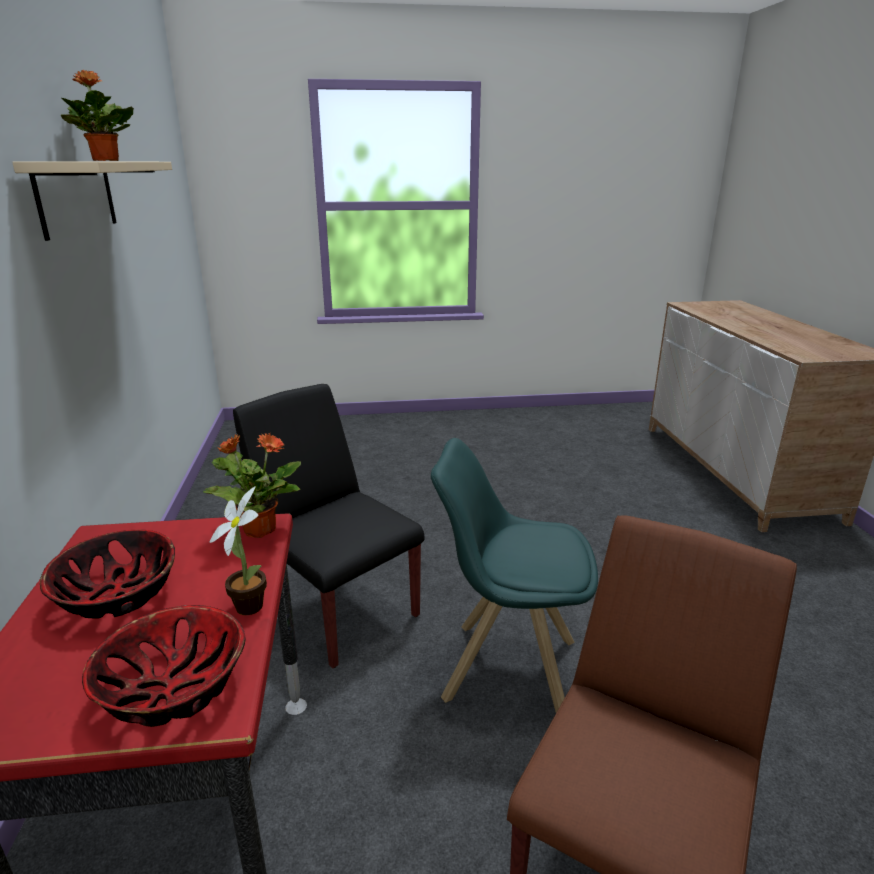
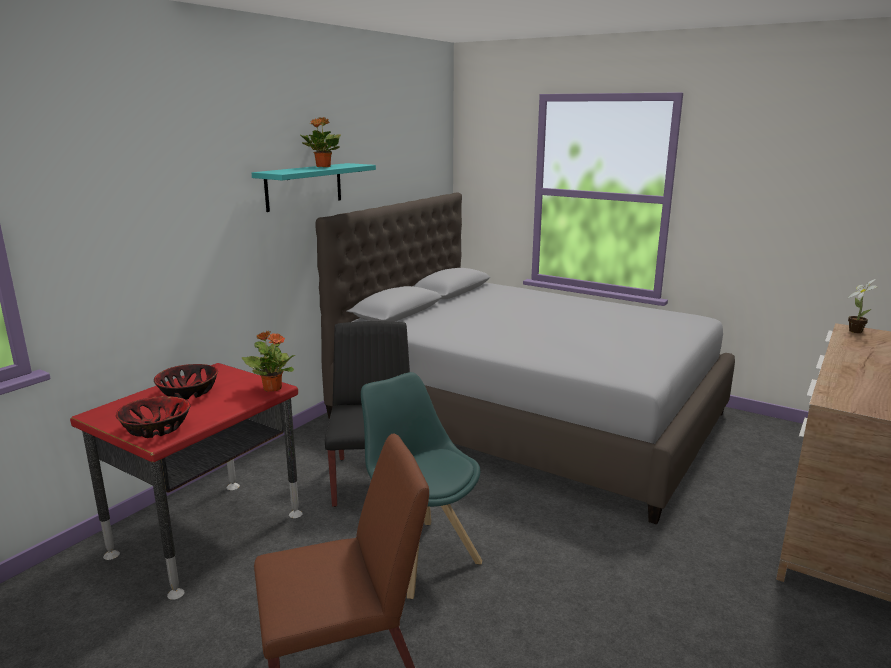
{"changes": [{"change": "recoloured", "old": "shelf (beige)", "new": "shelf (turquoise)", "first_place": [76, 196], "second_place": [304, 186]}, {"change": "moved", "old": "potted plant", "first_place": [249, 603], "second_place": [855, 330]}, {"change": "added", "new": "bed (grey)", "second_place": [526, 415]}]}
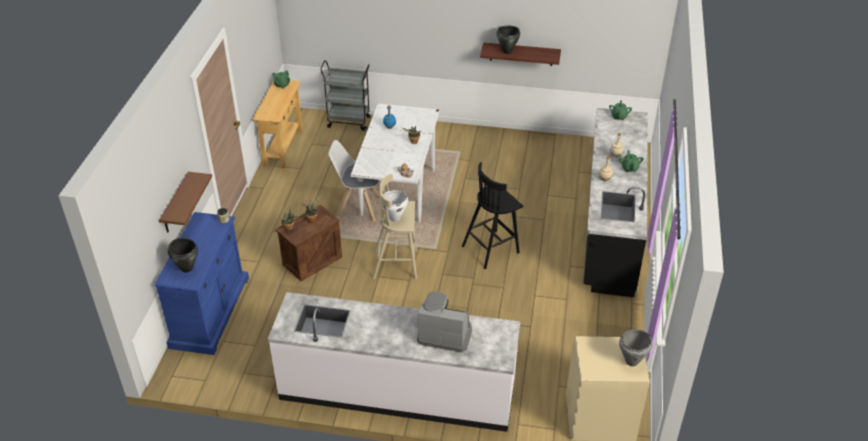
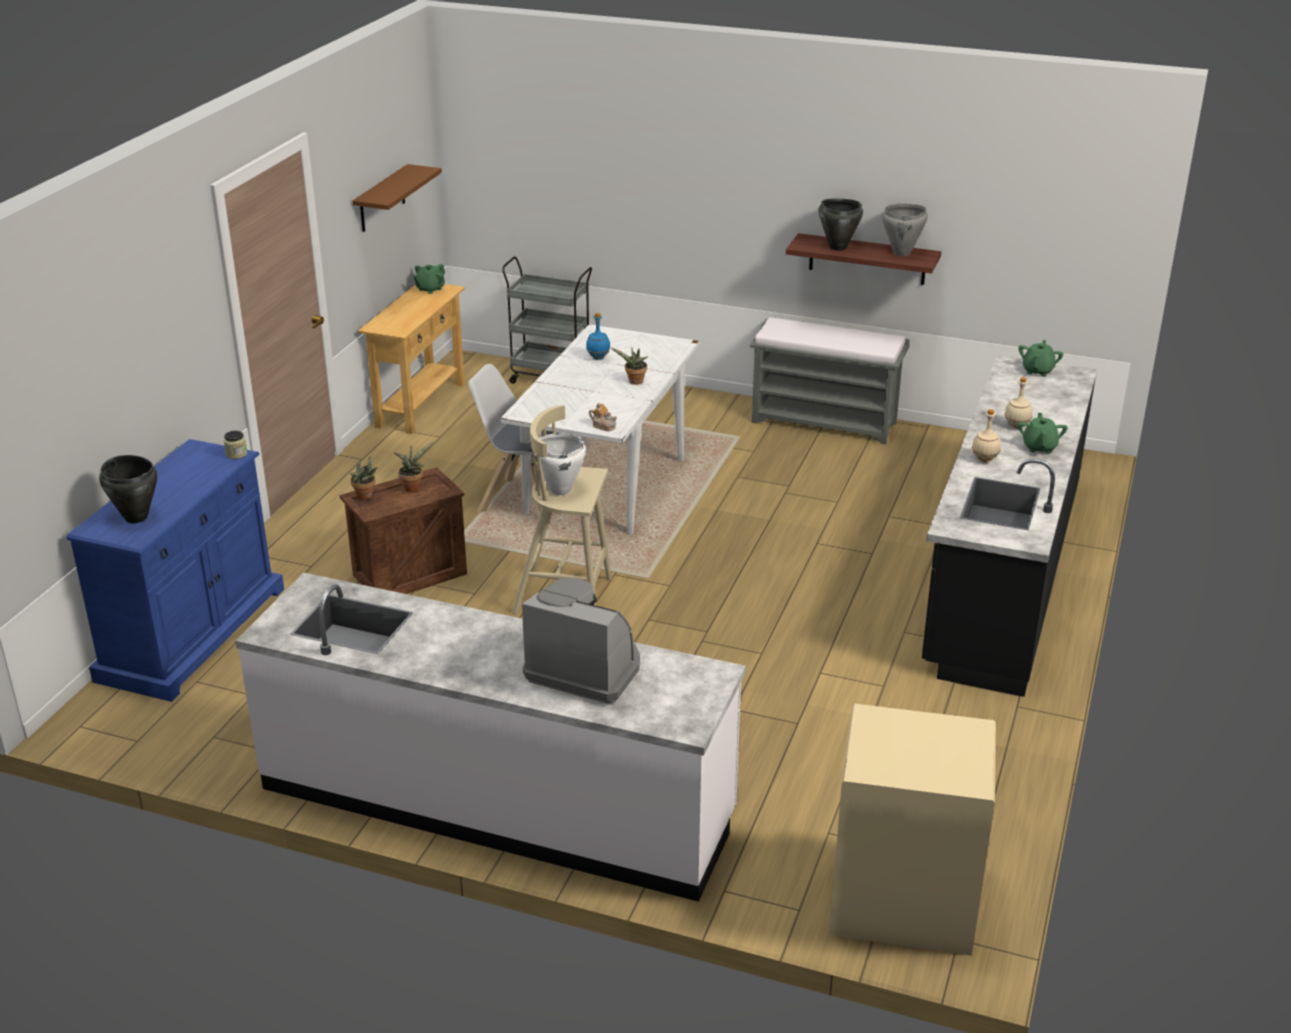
{"changes": [{"change": "moved", "old": "shelf (brown)", "first_place": [175, 204], "second_place": [382, 199]}, {"change": "removed", "old": "stool (black)", "first_place": [492, 248]}, {"change": "moved", "old": "cooking pot (grey)", "first_place": [632, 361], "second_place": [902, 253]}, {"change": "added", "new": "bench (grey)", "second_place": [825, 422]}]}
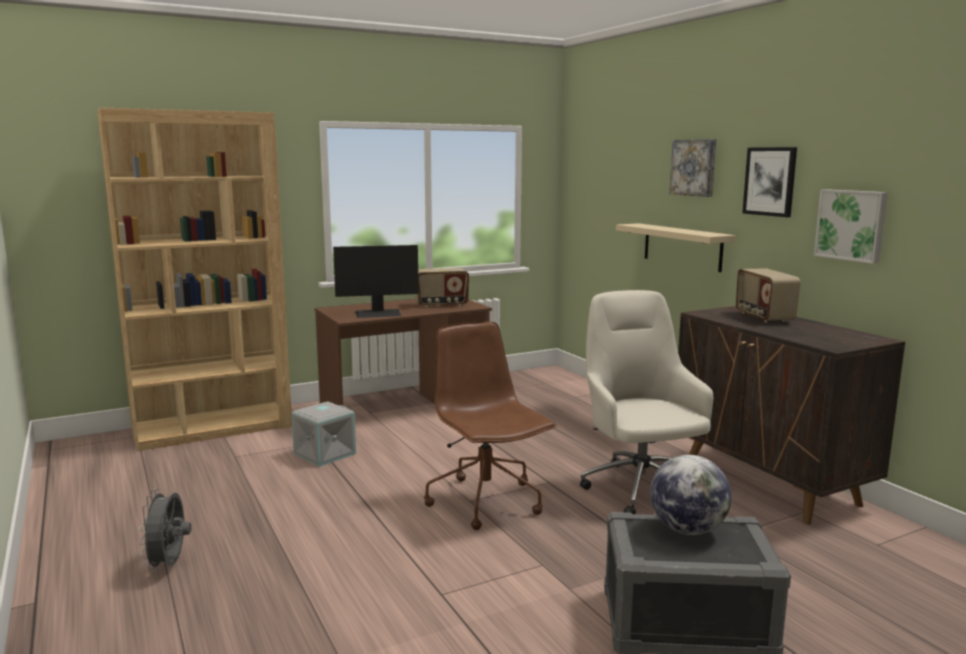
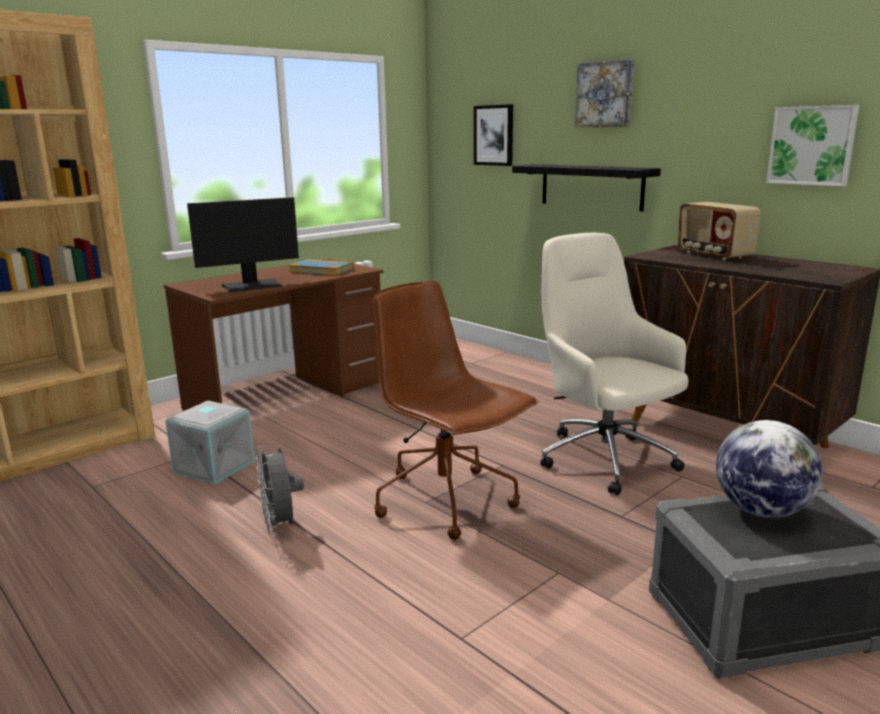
{"changes": [{"change": "moved", "old": "fan (grey)", "first_place": [169, 565], "second_place": [281, 526]}, {"change": "replaced", "old": "radio", "new": "book", "first_place": [441, 305], "second_place": [321, 270]}, {"change": "recoloured", "old": "shelf (beige)", "new": "shelf (black)", "first_place": [682, 246], "second_place": [591, 186]}, {"change": "moved", "old": "picture", "first_place": [770, 181], "second_place": [494, 135]}]}
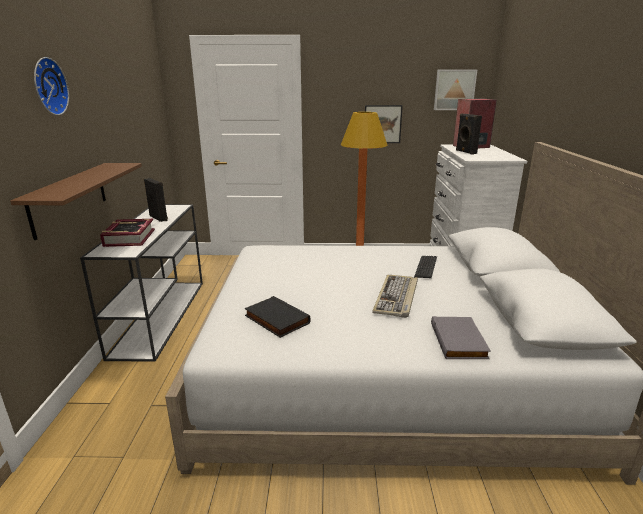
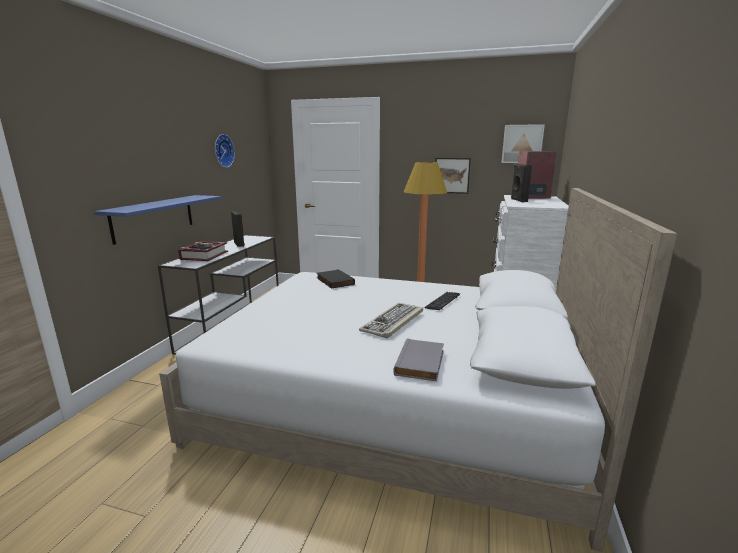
{"changes": [{"change": "recoloured", "old": "shelf (brown)", "new": "shelf (blue)", "first_place": [69, 198], "second_place": [154, 217]}, {"change": "moved", "old": "wall clock", "first_place": [47, 86], "second_place": [222, 151]}, {"change": "moved", "old": "book (black)", "first_place": [275, 320], "second_place": [334, 281]}]}
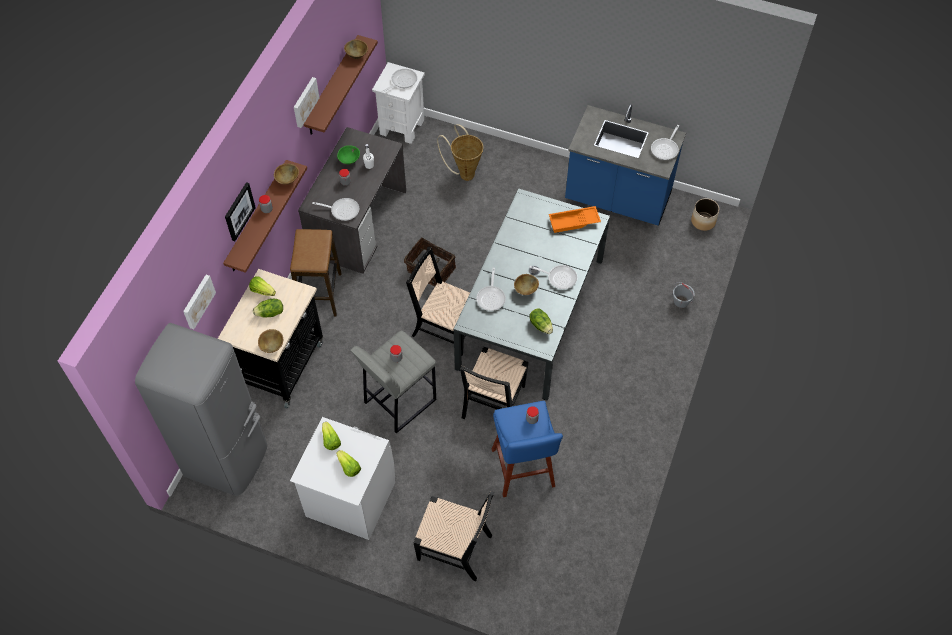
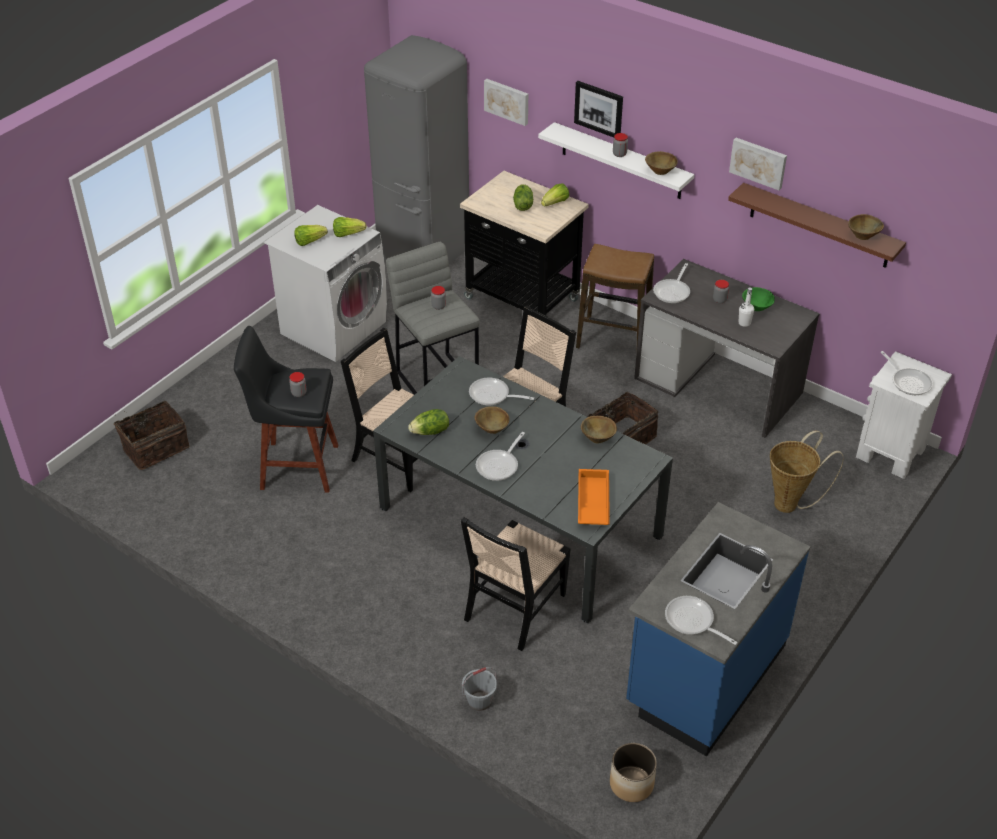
{"changes": [{"change": "recoloured", "old": "shelf (brown)", "new": "shelf (white)", "first_place": [257, 218], "second_place": [621, 161]}, {"change": "moved", "old": "bowl (brown)", "first_place": [272, 346], "second_place": [598, 438]}, {"change": "moved", "old": "chair", "first_place": [455, 548], "second_place": [515, 608]}, {"change": "recoloured", "old": "stool (blue)", "new": "stool (black)", "first_place": [523, 469], "second_place": [297, 466]}, {"change": "added", "new": "basket", "second_place": [155, 447]}]}
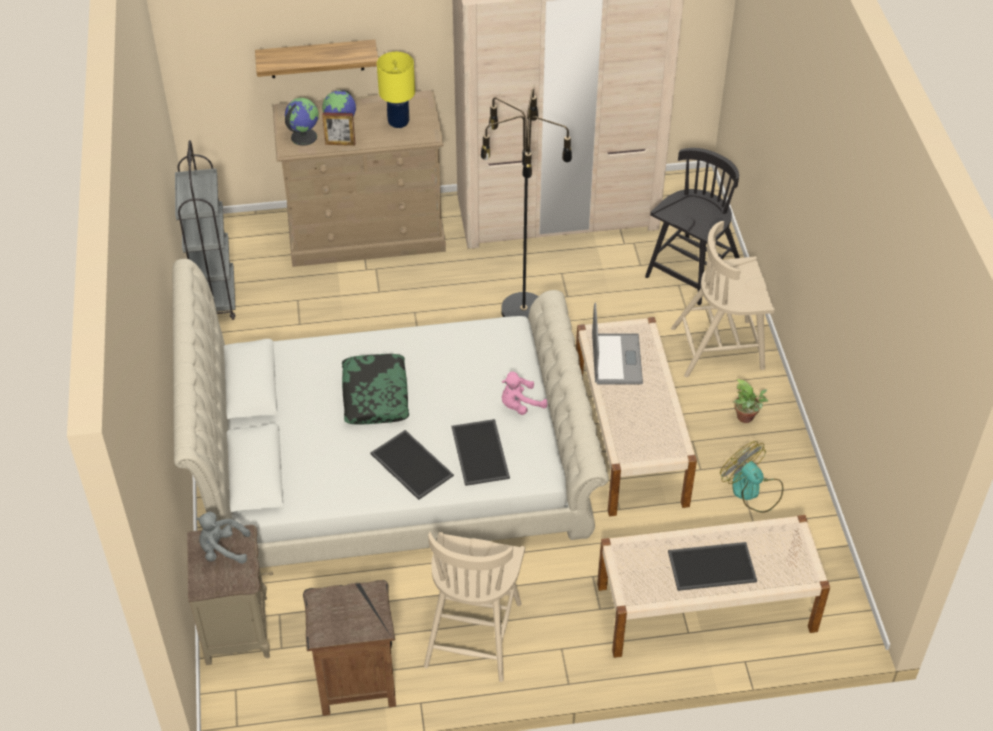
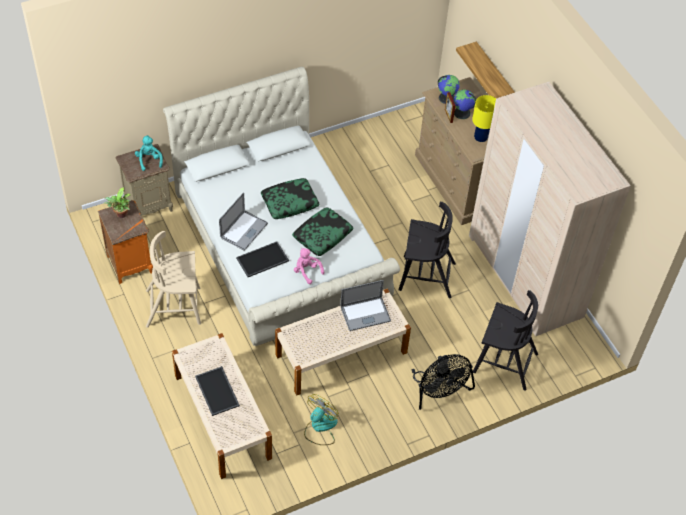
{"changes": [{"change": "removed", "old": "cart (grey)", "first_place": [216, 299]}, {"change": "recoloured", "old": "plush toy (grey)", "new": "plush toy (turquoise)", "first_place": [222, 549], "second_place": [149, 160]}, {"change": "recoloured", "old": "nightstand (black)", "new": "nightstand (orange)", "first_place": [356, 681], "second_place": [130, 263]}, {"change": "replaced", "old": "tray", "new": "laptop", "first_place": [410, 465], "second_place": [244, 230]}, {"change": "replaced", "old": "floor lamp", "new": "chair (black)", "first_place": [522, 311], "second_place": [425, 276]}, {"change": "replaced", "old": "chair (beige)", "new": "fan (black)", "first_place": [719, 348], "second_place": [437, 390]}, {"change": "moved", "old": "potted plant", "first_place": [747, 418], "second_place": [121, 215]}, {"change": "added", "new": "pillow", "second_place": [322, 235]}]}
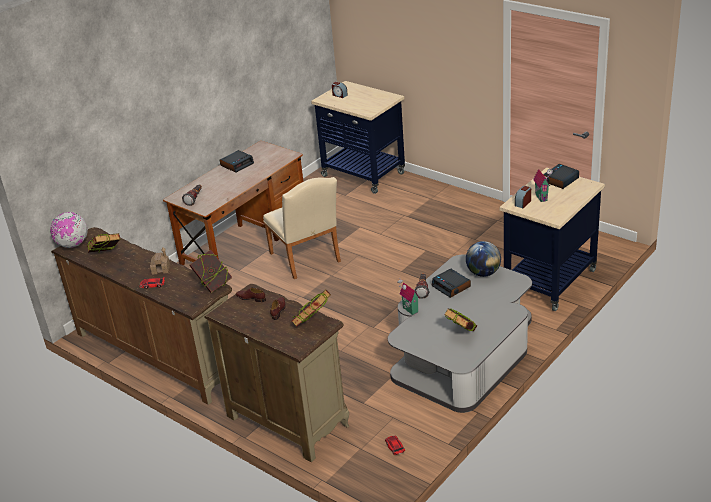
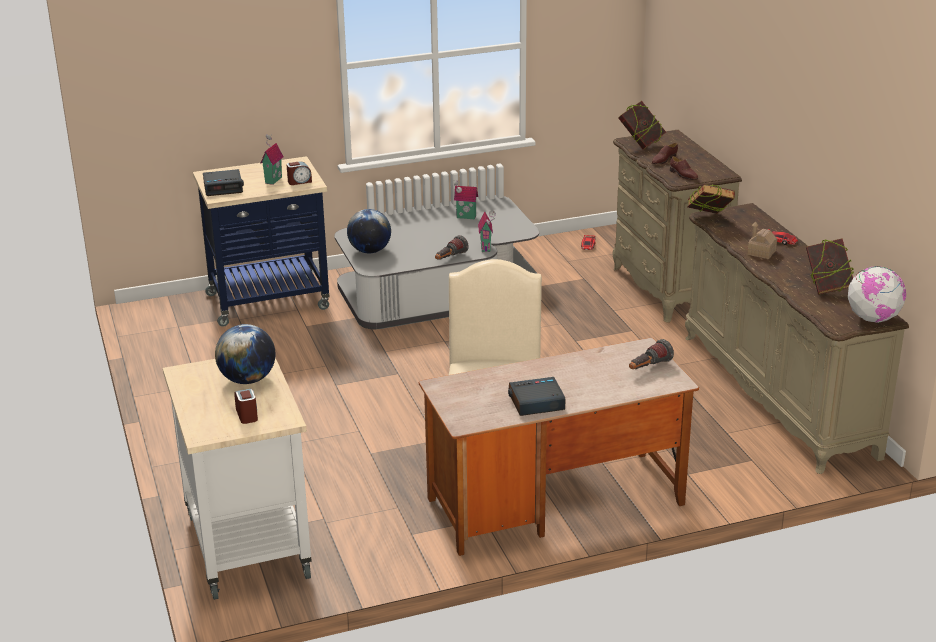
{"changes": [{"change": "recoloured", "old": "cart (blue)", "new": "cart (white)", "first_place": [364, 175], "second_place": [246, 545]}, {"change": "removed", "old": "alarm clock", "first_place": [451, 286]}, {"change": "replaced", "old": "book", "new": "toy house", "first_place": [461, 333], "second_place": [465, 217]}, {"change": "added", "new": "globe", "second_place": [247, 380]}]}
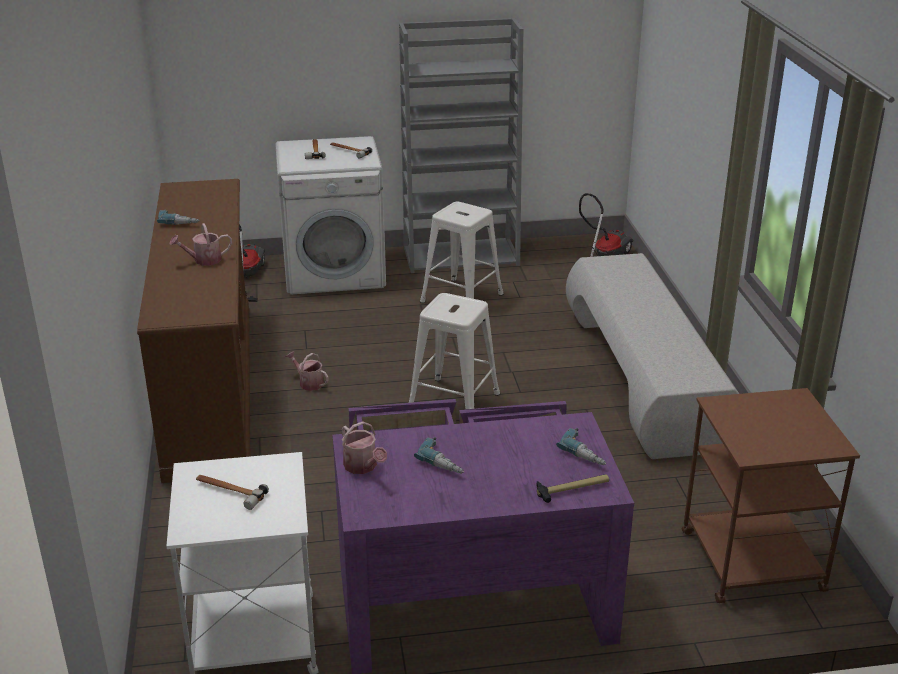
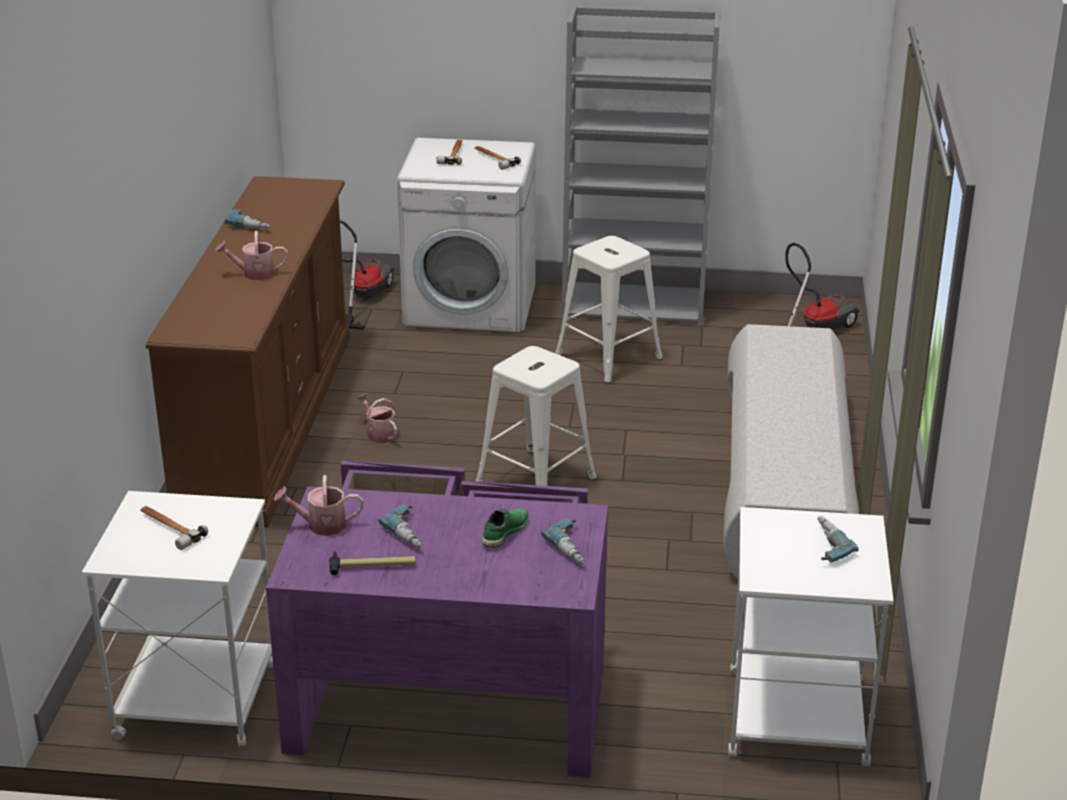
{"changes": [{"change": "turned", "old": "watering can", "first_place": [363, 467], "second_place": [321, 525], "degrees": 105}, {"change": "moved", "old": "hammer", "first_place": [572, 489], "second_place": [372, 566]}, {"change": "recoloured", "old": "cart (brown)", "new": "cart (white)", "first_place": [752, 563], "second_place": [797, 719]}, {"change": "added", "new": "shoe (green)", "second_place": [504, 532]}, {"change": "added", "new": "power drill", "second_place": [824, 545]}]}
